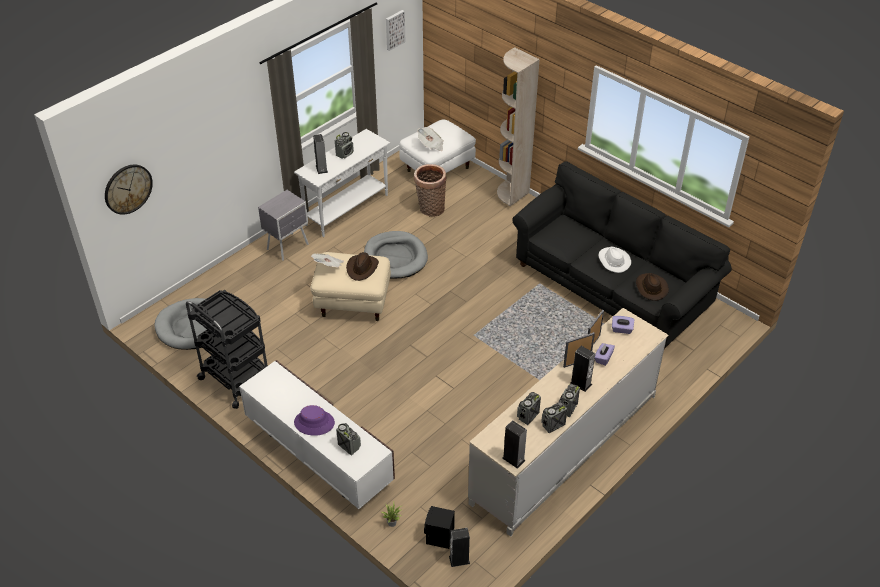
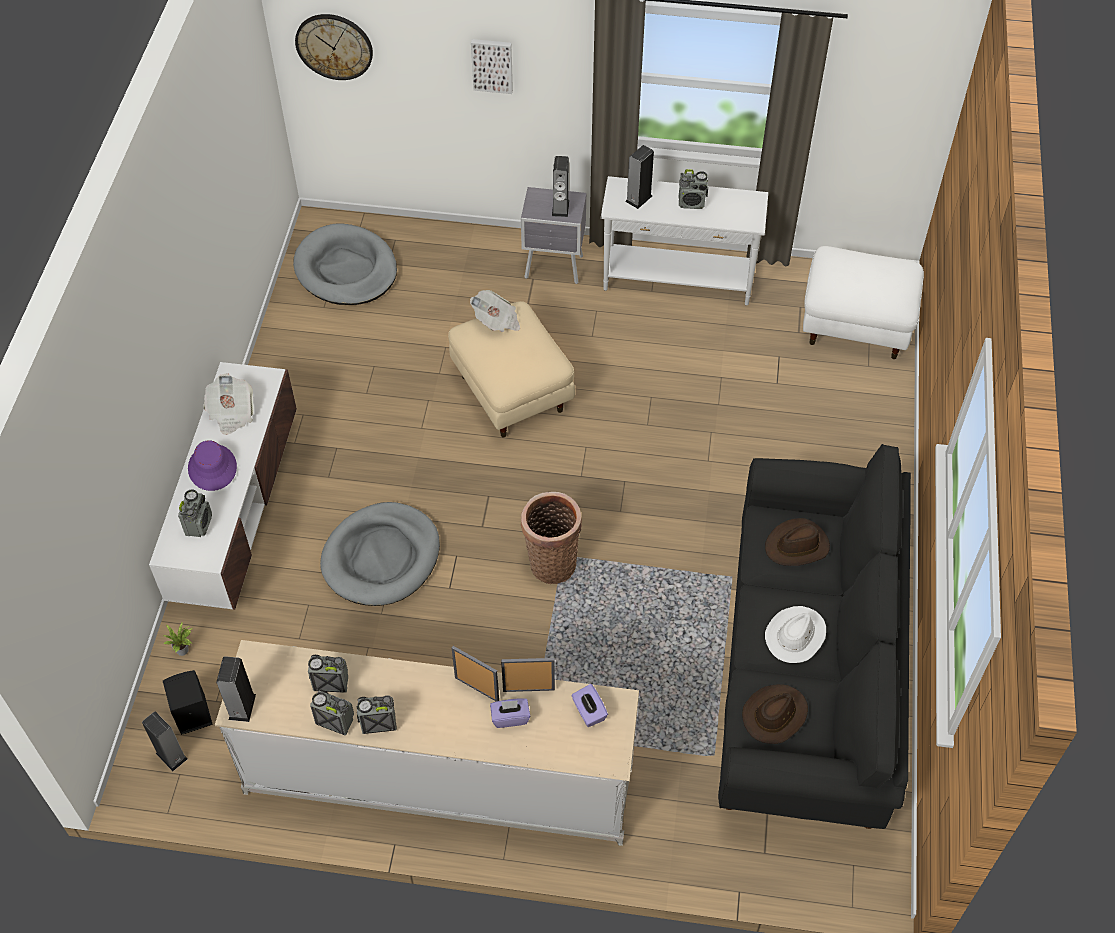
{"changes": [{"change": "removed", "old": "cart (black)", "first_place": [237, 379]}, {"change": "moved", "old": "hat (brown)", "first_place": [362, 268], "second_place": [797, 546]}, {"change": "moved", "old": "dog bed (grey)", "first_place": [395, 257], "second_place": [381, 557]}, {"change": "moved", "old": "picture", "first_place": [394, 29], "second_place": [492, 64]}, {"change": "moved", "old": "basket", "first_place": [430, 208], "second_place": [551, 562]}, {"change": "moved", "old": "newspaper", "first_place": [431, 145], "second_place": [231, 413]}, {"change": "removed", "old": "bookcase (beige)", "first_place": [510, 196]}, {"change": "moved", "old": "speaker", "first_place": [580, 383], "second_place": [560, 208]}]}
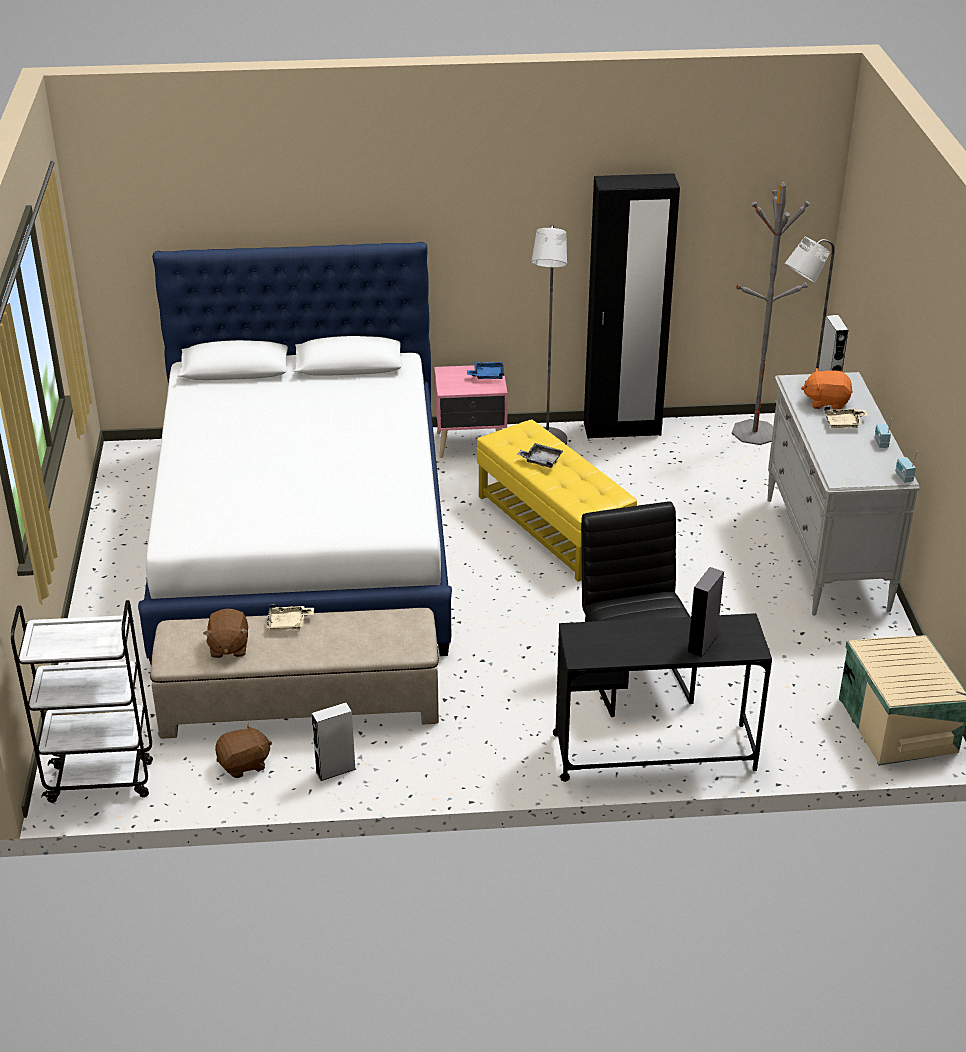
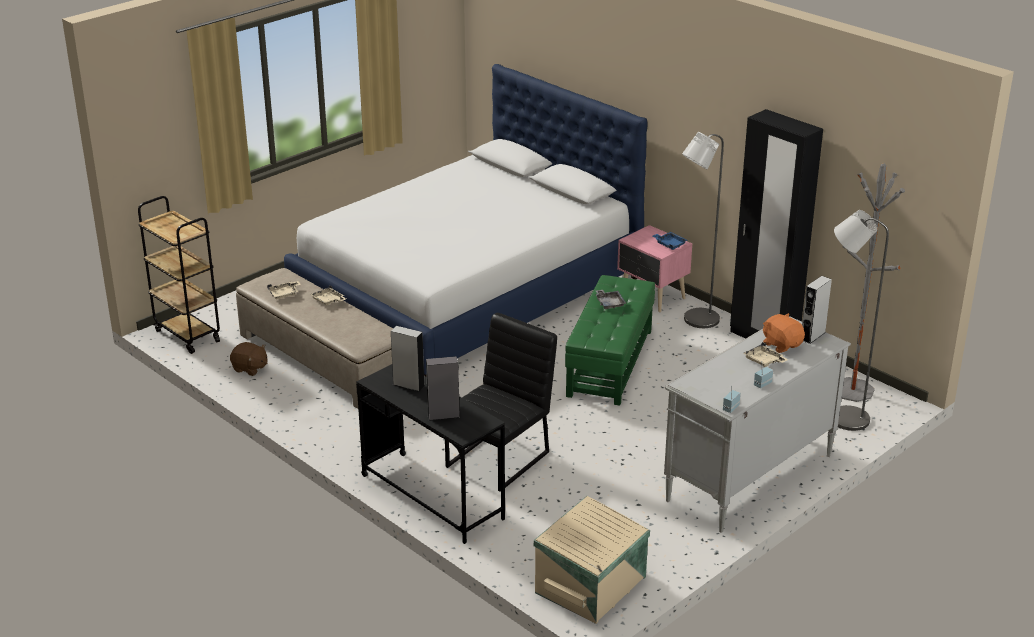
{"changes": [{"change": "recoloured", "old": "cart (white)", "new": "cart (brown)", "first_place": [99, 782], "second_place": [186, 336]}, {"change": "replaced", "old": "plush toy (brown)", "new": "tray (beige)", "first_place": [228, 647], "second_place": [284, 294]}, {"change": "moved", "old": "speaker (grey)", "first_place": [335, 770], "second_place": [408, 385]}, {"change": "recoloured", "old": "ottoman (yellow)", "new": "ottoman (green)", "first_place": [553, 527], "second_place": [610, 363]}]}
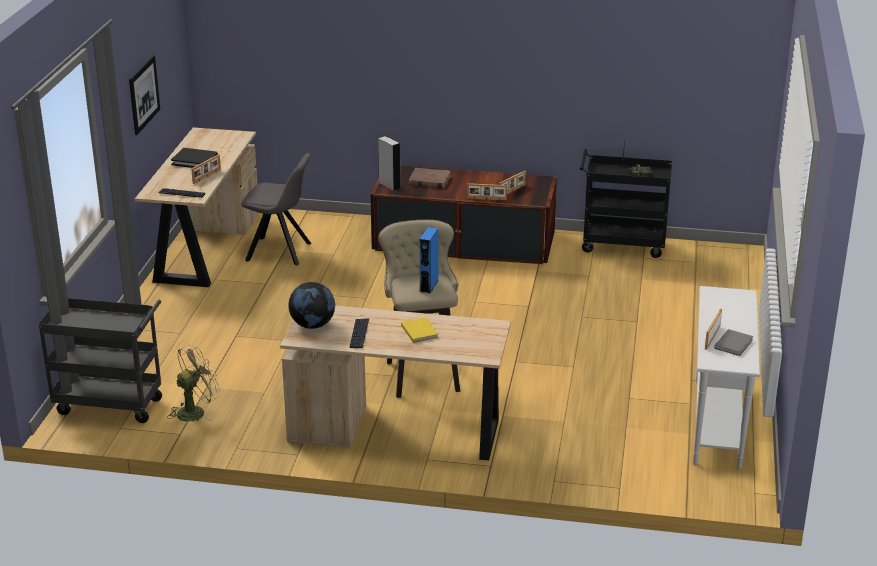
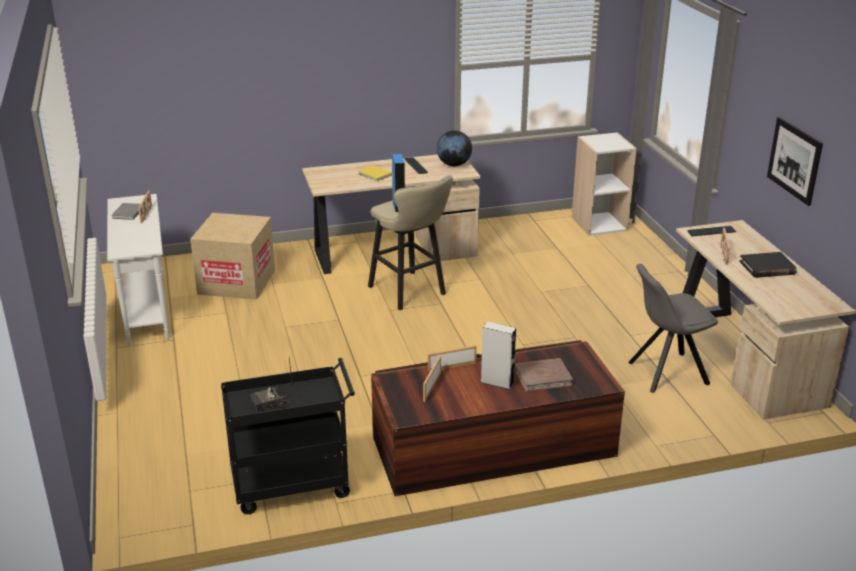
{"changes": [{"change": "replaced", "old": "cart (grey)", "new": "bookcase", "first_place": [112, 407], "second_place": [599, 223]}, {"change": "removed", "old": "fan (green)", "first_place": [195, 411]}, {"change": "moved", "old": "speaker (grey)", "first_place": [389, 185], "second_place": [497, 382]}, {"change": "added", "new": "cardboard box", "second_place": [236, 282]}]}
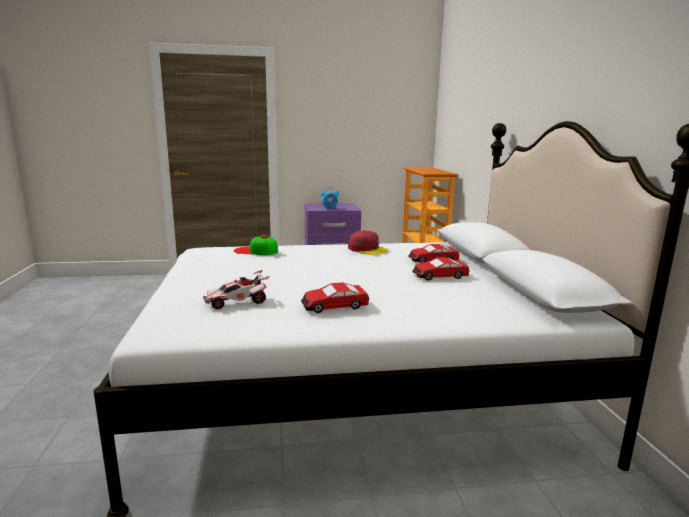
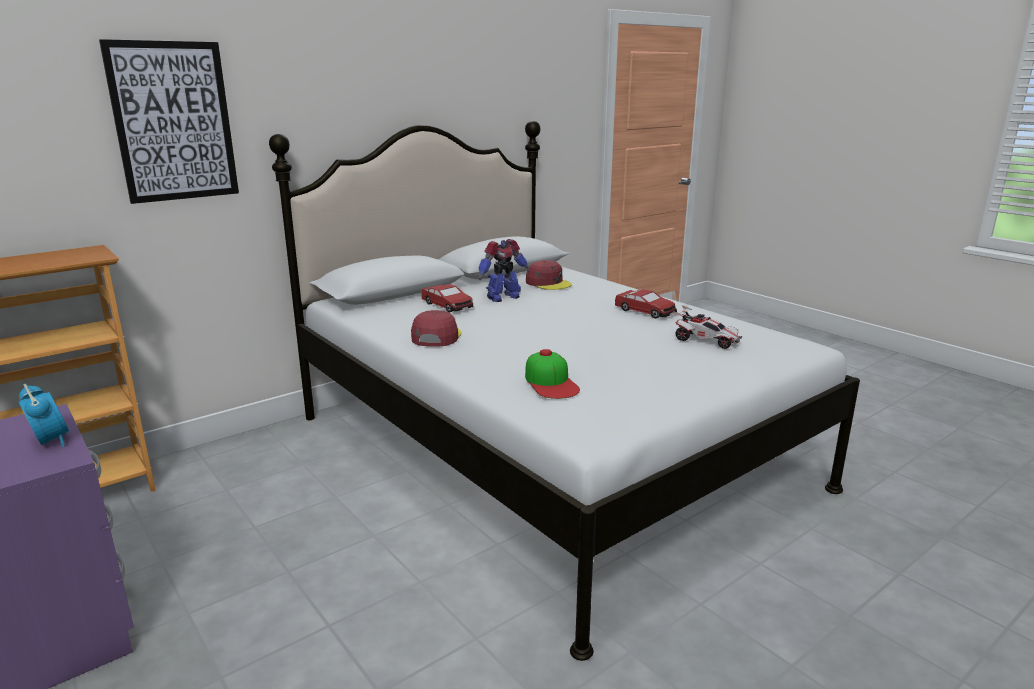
{"changes": [{"change": "replaced", "old": "toy car", "new": "toy robot", "first_place": [439, 276], "second_place": [502, 297]}, {"change": "added", "new": "picture", "second_place": [173, 122]}, {"change": "added", "new": "cap (red)", "second_place": [548, 283]}]}
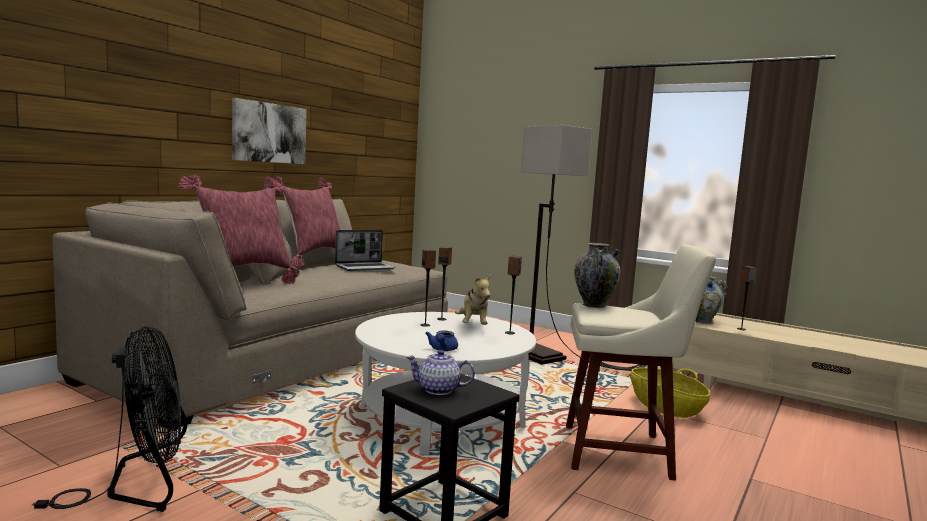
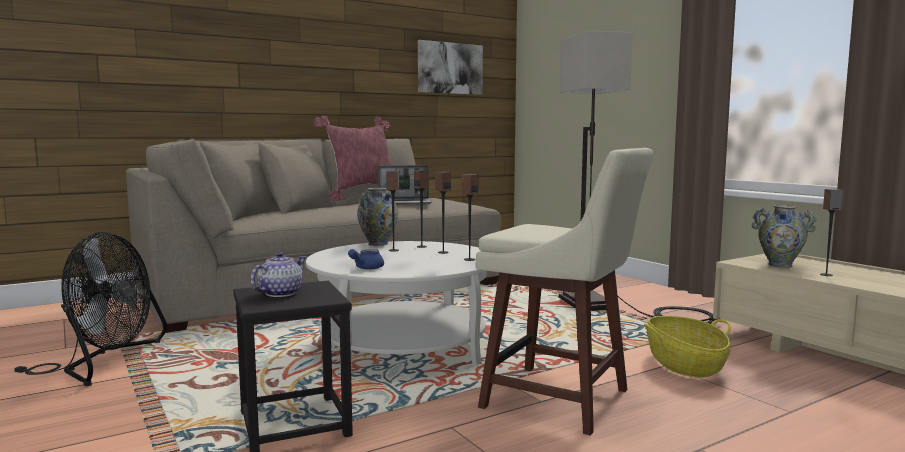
{"changes": [{"change": "removed", "old": "pillow (red)", "first_place": [241, 284]}, {"change": "moved", "old": "picture", "first_place": [269, 133], "second_place": [450, 68]}, {"change": "turned", "old": "teapot", "first_place": [439, 390], "second_place": [280, 293], "degrees": 90}, {"change": "replaced", "old": "plush toy", "new": "speaker", "first_place": [472, 325], "second_place": [443, 252]}, {"change": "moved", "old": "vase", "first_place": [594, 305], "second_place": [378, 244]}]}
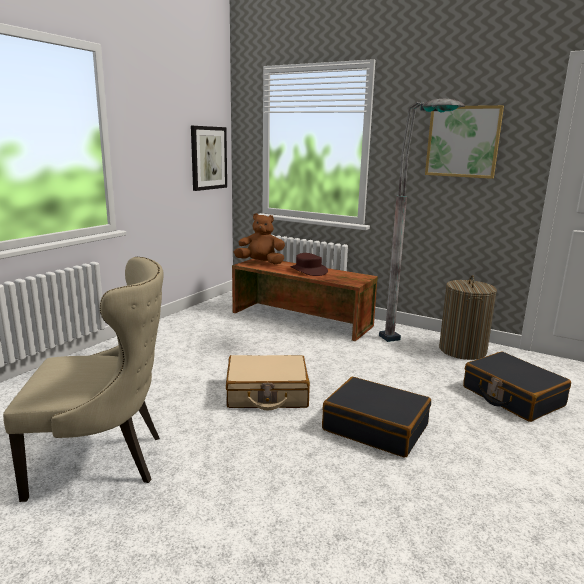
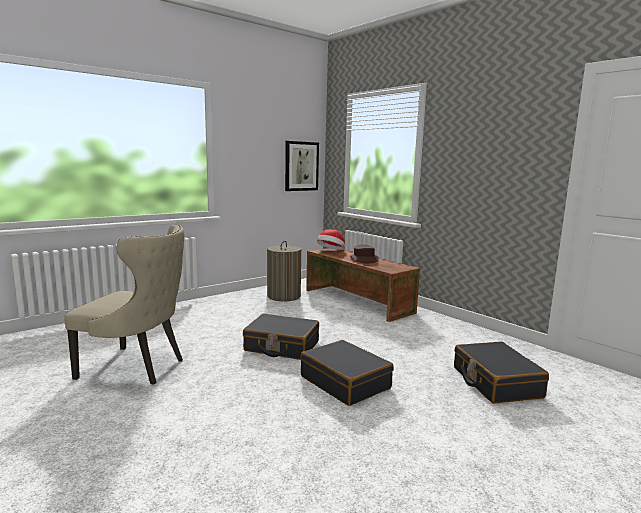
{"changes": [{"change": "recoloured", "old": "suitcase (beige)", "new": "suitcase (black)", "first_place": [267, 393], "second_place": [281, 346]}, {"change": "replaced", "old": "plush toy (brown)", "new": "hat", "first_place": [261, 263], "second_place": [331, 251]}, {"change": "removed", "old": "floor lamp (grey)", "first_place": [408, 351]}, {"change": "removed", "old": "picture", "first_place": [463, 142]}, {"change": "moved", "old": "laundry basket", "first_place": [462, 350], "second_place": [284, 296]}]}
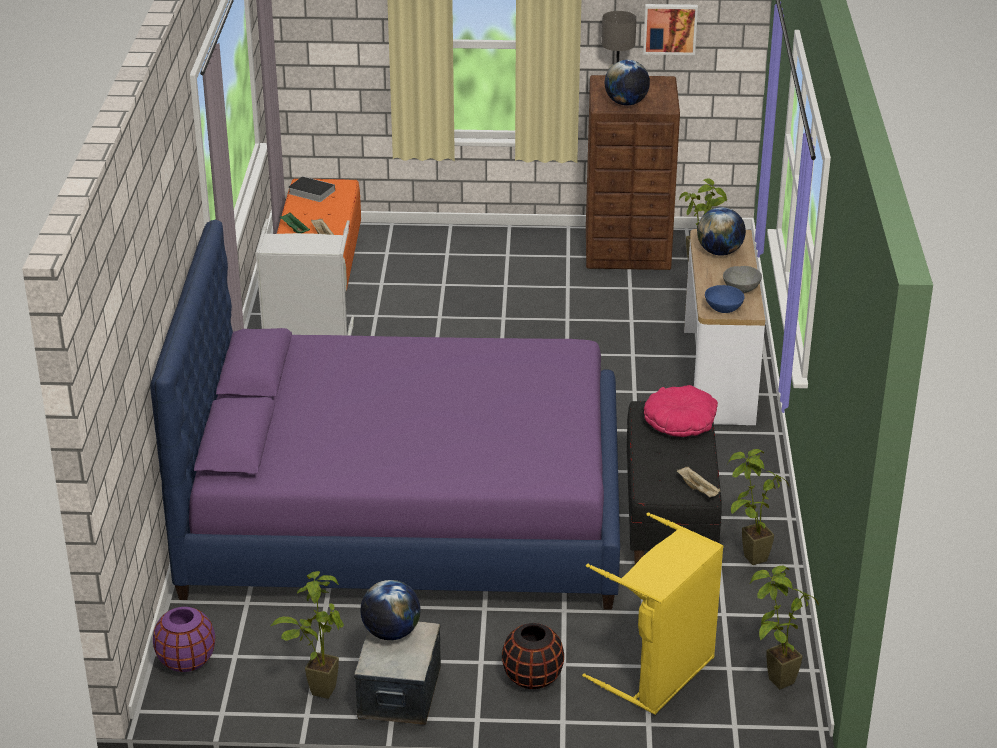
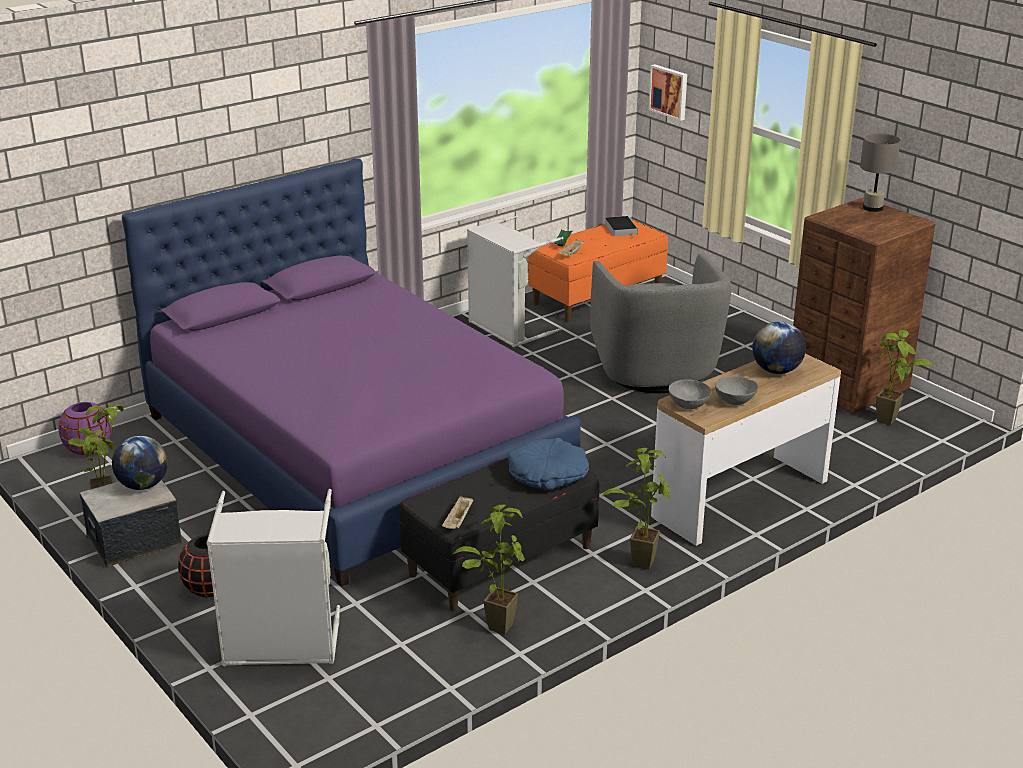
{"changes": [{"change": "recoloured", "old": "laundry basket (yellow)", "new": "laundry basket (grey)", "first_place": [660, 674], "second_place": [281, 646]}, {"change": "removed", "old": "globe", "first_place": [626, 103]}, {"change": "moved", "old": "picture", "first_place": [670, 28], "second_place": [669, 91]}, {"change": "recoloured", "old": "pillow (pink)", "new": "pillow (blue)", "first_place": [679, 421], "second_place": [547, 474]}, {"change": "recoloured", "old": "bowl (blue)", "new": "bowl (grey)", "first_place": [723, 309], "second_place": [689, 405]}, {"change": "moved", "old": "potted plant", "first_place": [771, 683], "second_place": [635, 560]}, {"change": "added", "new": "armchair (grey)", "second_place": [654, 373]}]}
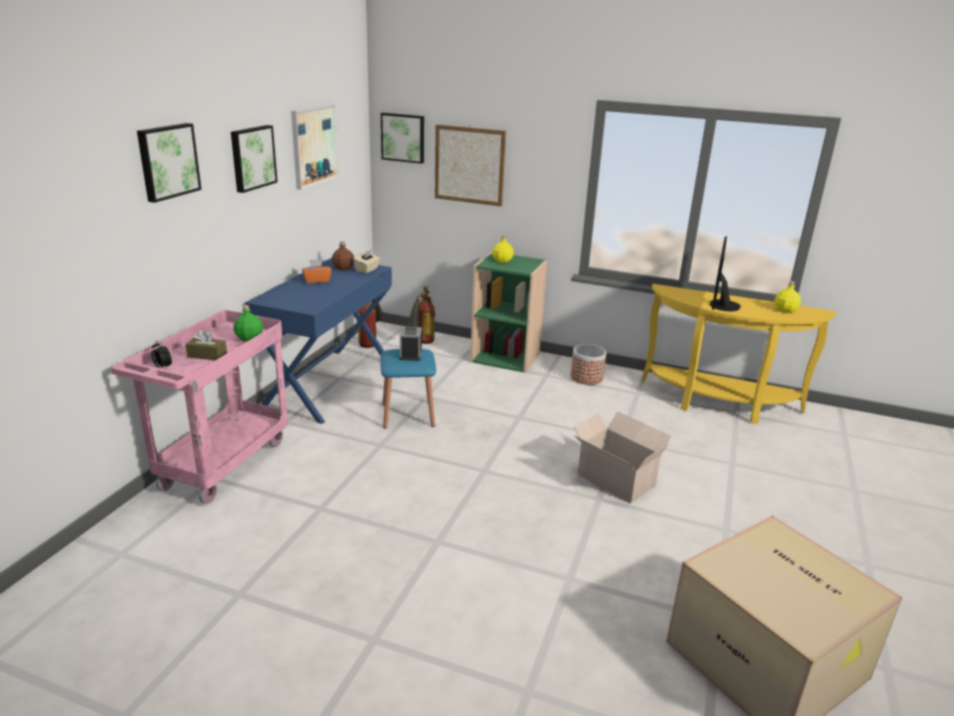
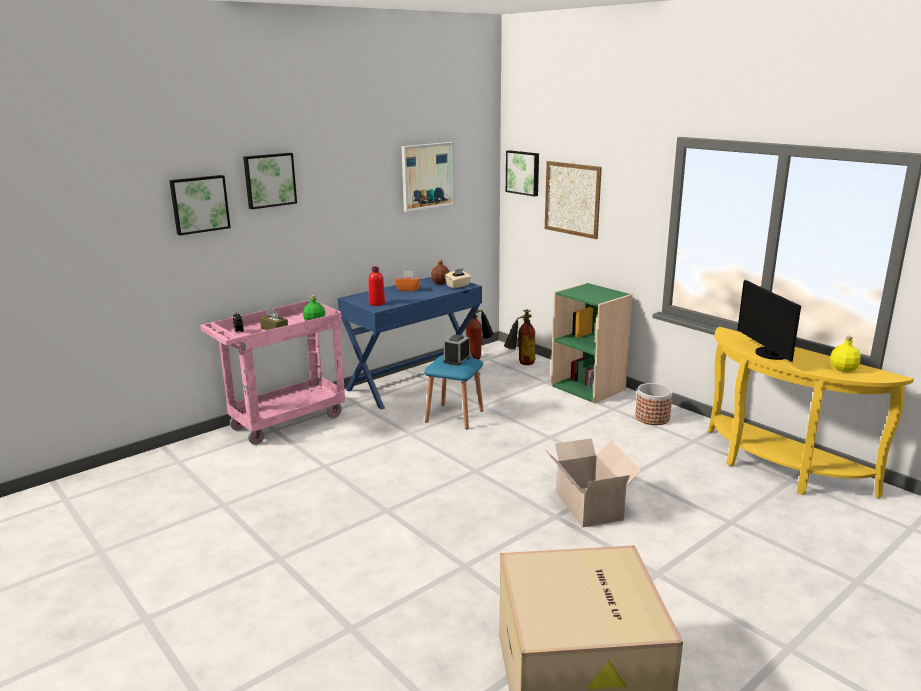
{"changes": [{"change": "moved", "old": "picture", "first_place": [252, 158], "second_place": [199, 204]}, {"change": "removed", "old": "bottle (yellow)", "first_place": [502, 261]}, {"change": "turned", "old": "monitor", "first_place": [720, 305], "second_place": [768, 354], "degrees": -60}, {"change": "added", "new": "bottle (red)", "second_place": [377, 303]}]}
